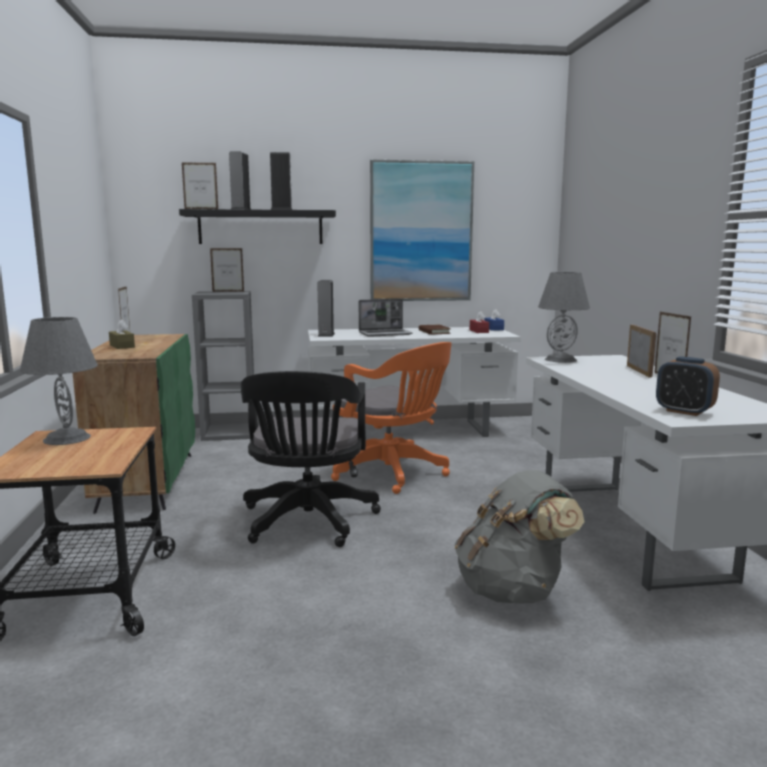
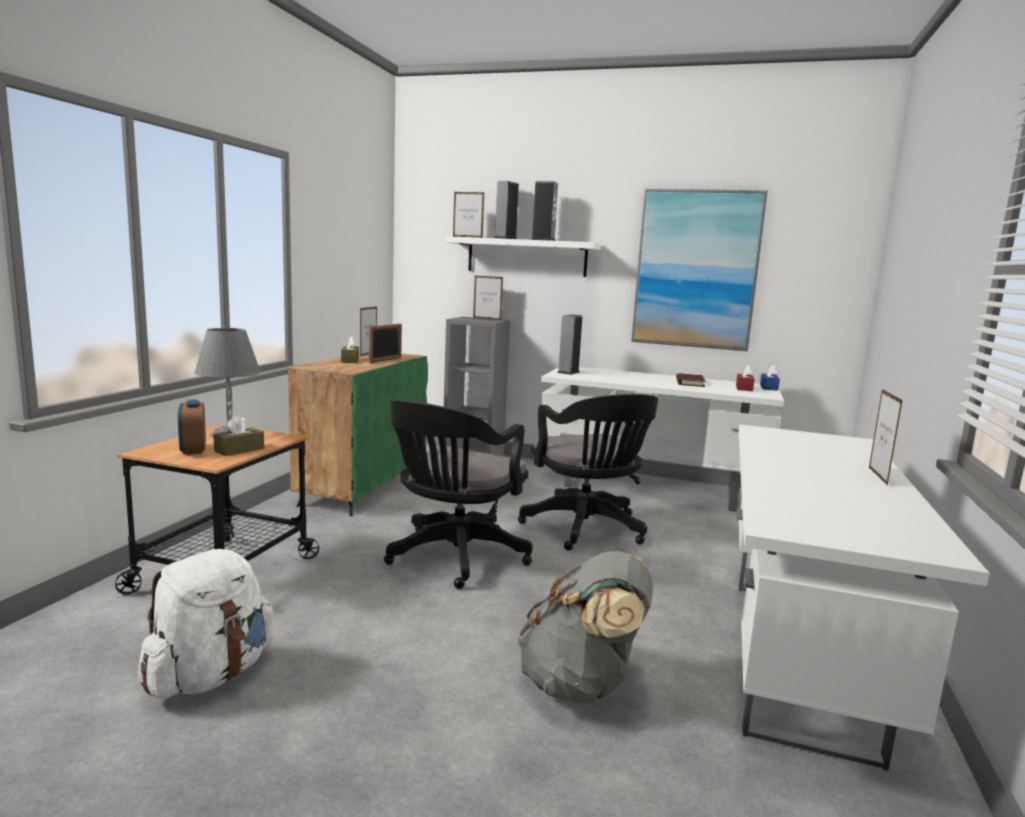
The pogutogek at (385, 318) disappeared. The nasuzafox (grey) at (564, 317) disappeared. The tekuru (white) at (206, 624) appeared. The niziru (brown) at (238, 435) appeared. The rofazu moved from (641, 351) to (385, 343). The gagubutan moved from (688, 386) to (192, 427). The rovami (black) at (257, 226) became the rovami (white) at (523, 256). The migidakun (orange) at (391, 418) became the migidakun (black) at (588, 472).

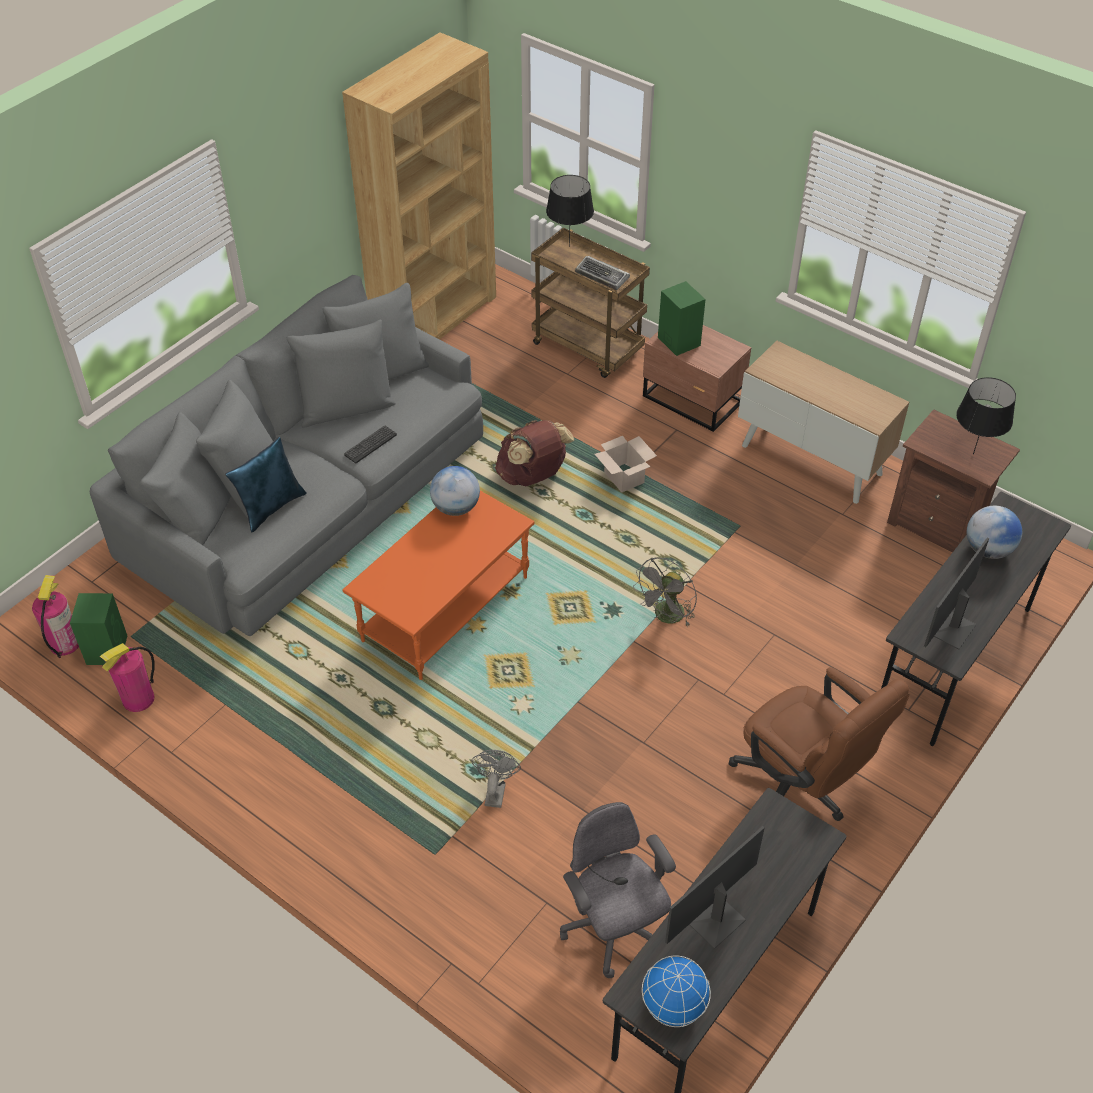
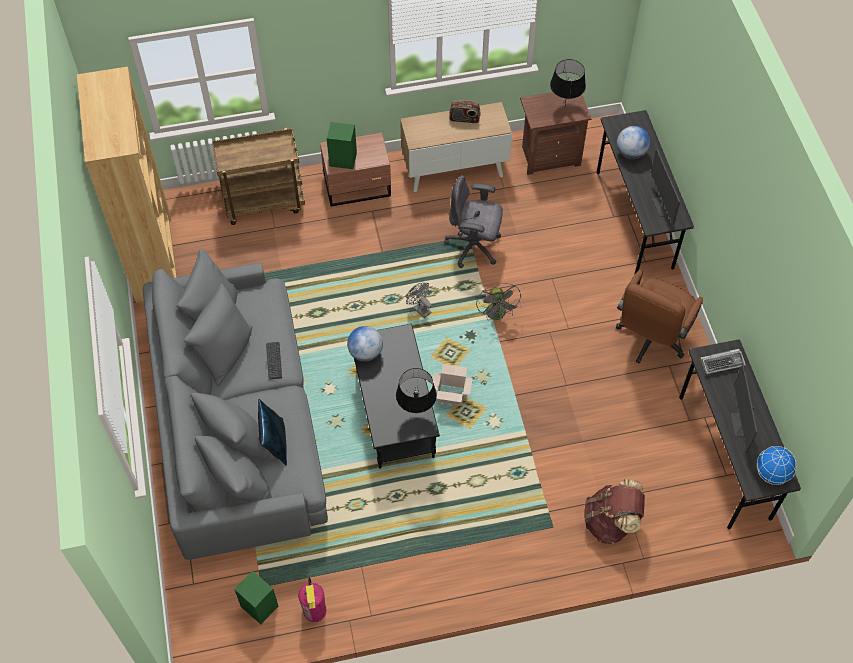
The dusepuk at (55, 616) disappeared. The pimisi at (465, 111) appeared. The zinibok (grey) moved from (496, 779) to (419, 300). The tekuru (brown) moved from (534, 453) to (614, 511). The nasuzafox (black) moved from (570, 211) to (416, 390). The migidakun (grey) moved from (618, 890) to (473, 222). The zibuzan moved from (602, 273) to (722, 362). The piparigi moved from (625, 464) to (452, 385). The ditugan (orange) at (439, 585) became the ditugan (black) at (397, 396). The migidakun (brown) at (819, 744) turned 120 degrees clockwise.

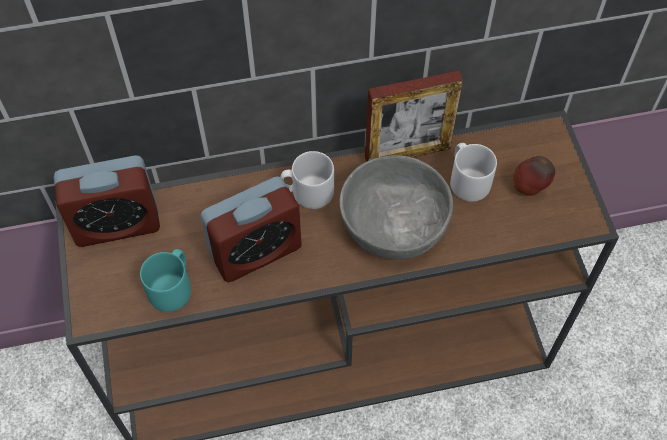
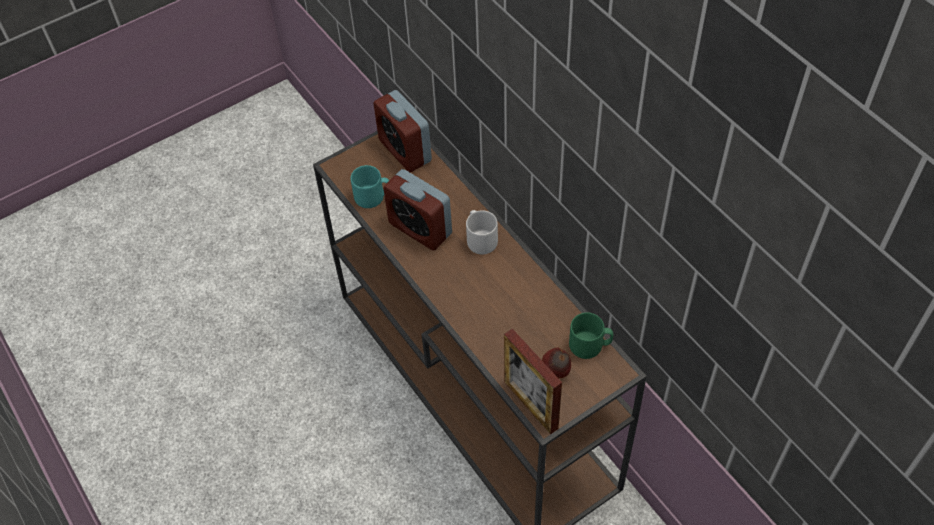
The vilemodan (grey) at (396, 207) disappeared. The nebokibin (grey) at (473, 172) disappeared. The nebokibin (green) at (591, 335) appeared. The rofazu moved from (414, 116) to (533, 381).

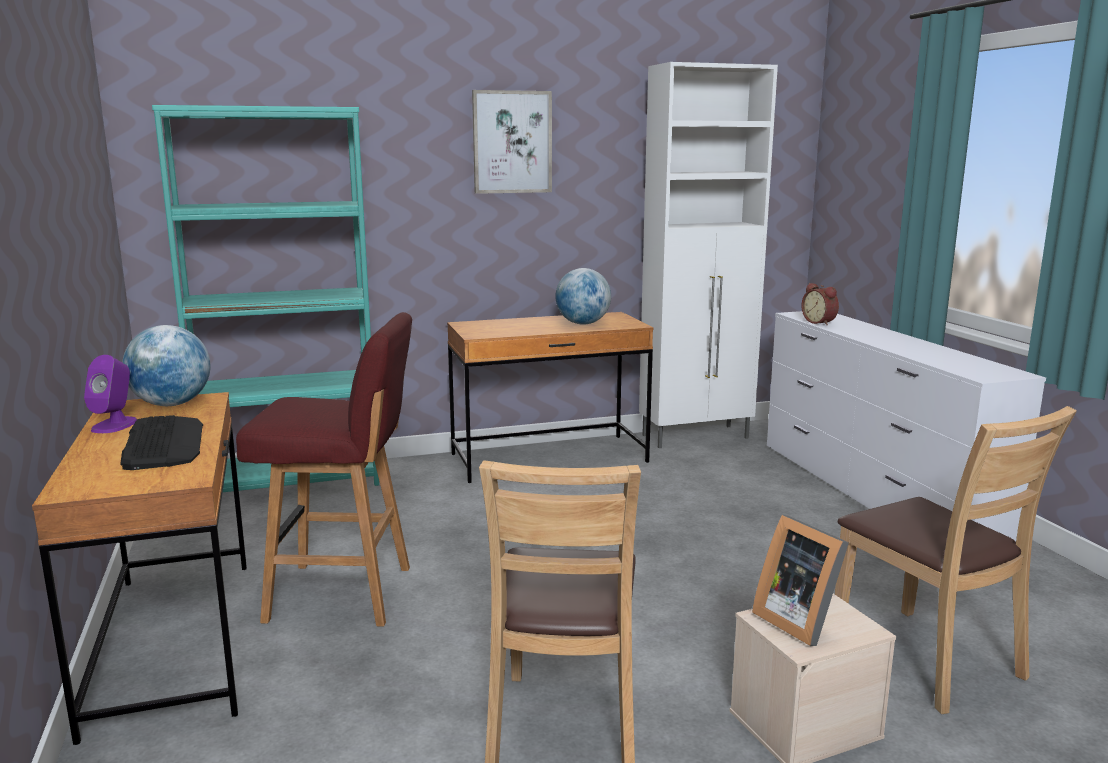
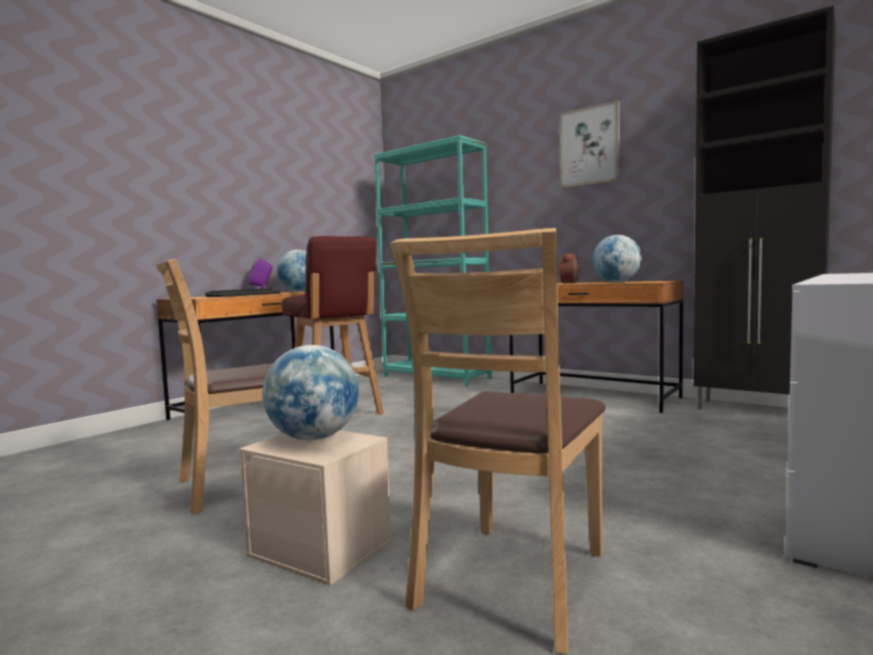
The gagubutan moved from (820, 304) to (570, 268). The rofazu at (800, 580) was replaced by the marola at (310, 392). The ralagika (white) at (708, 255) became the ralagika (black) at (765, 208).

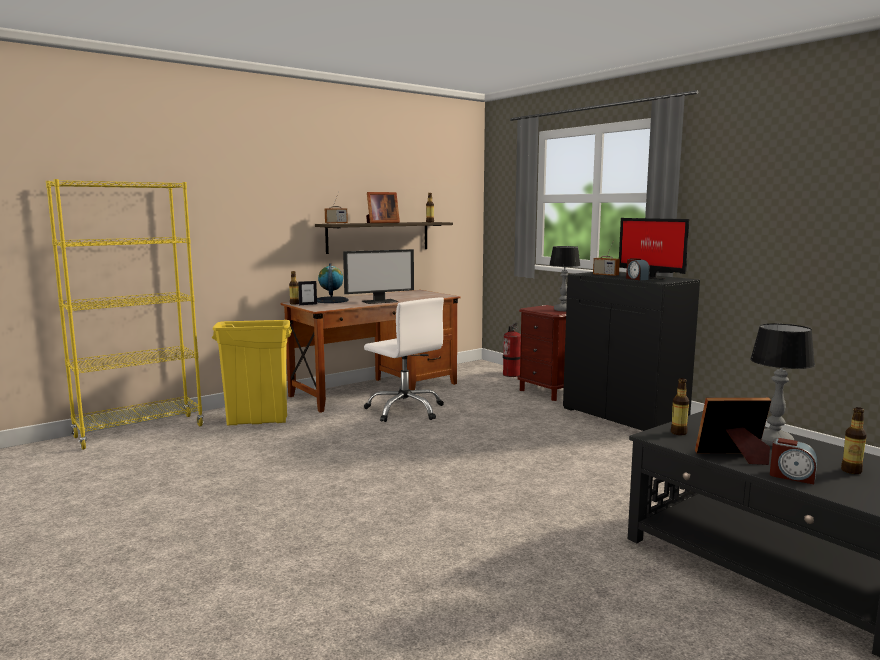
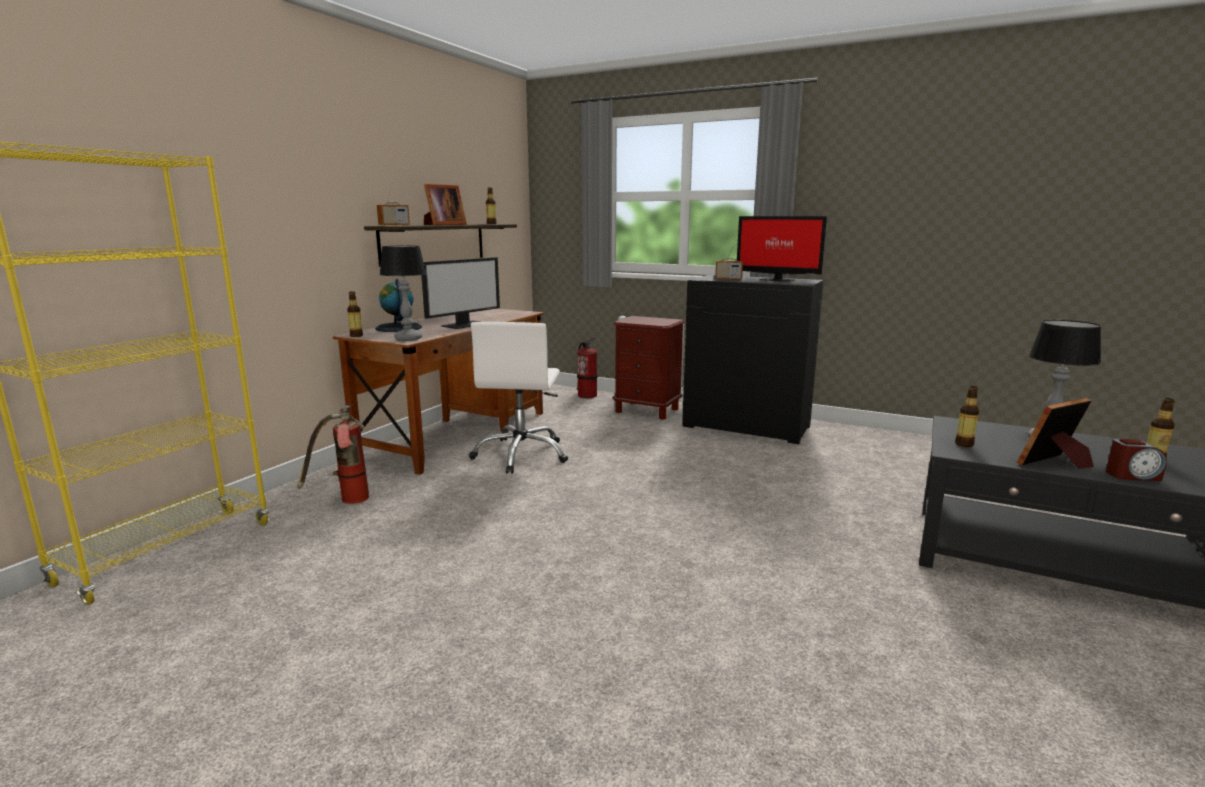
The rofazu at (307, 293) disappeared. The gagubutan at (638, 269) disappeared. The nasuzafox moved from (565, 278) to (403, 293). The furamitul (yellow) at (252, 372) was replaced by the dusepuk at (333, 454). The migidakun (white) at (404, 359) turned 75 degrees clockwise.

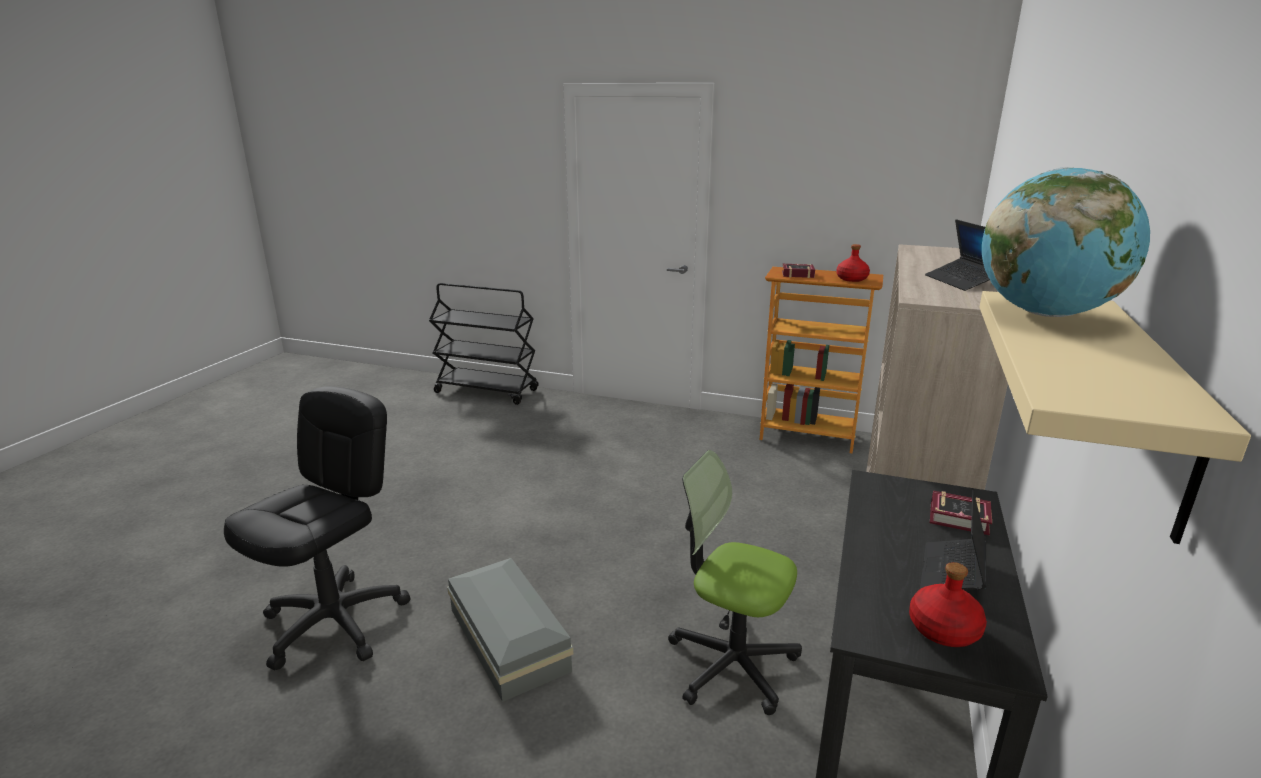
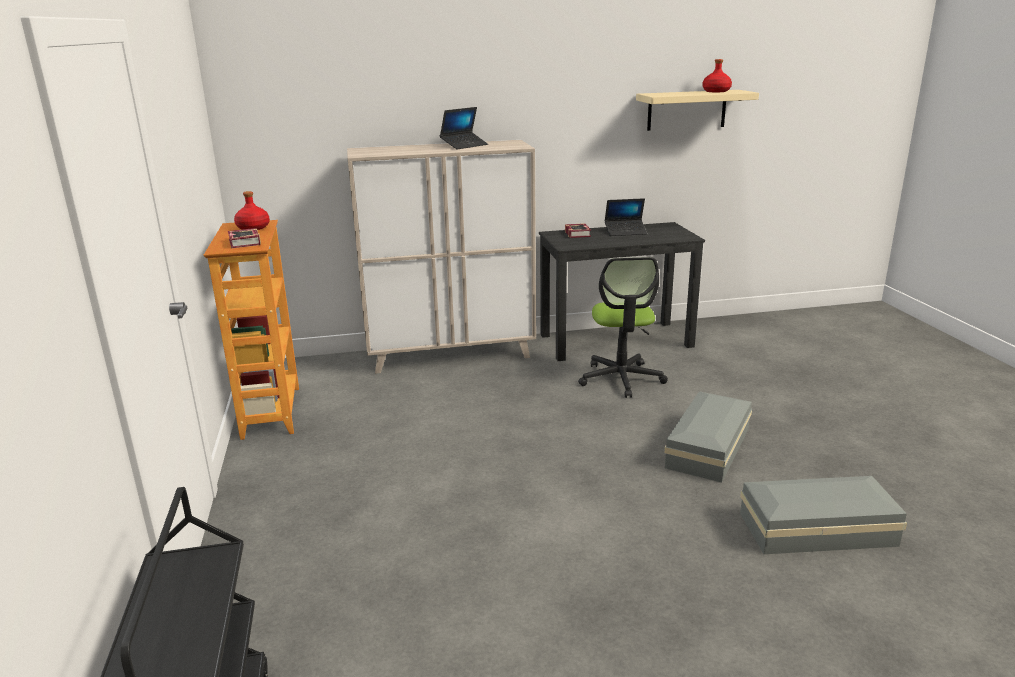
The marola at (1066, 242) disappeared. The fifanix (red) moved from (948, 604) to (717, 75). The migidakun (black) at (317, 528) was replaced by the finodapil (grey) at (823, 515).

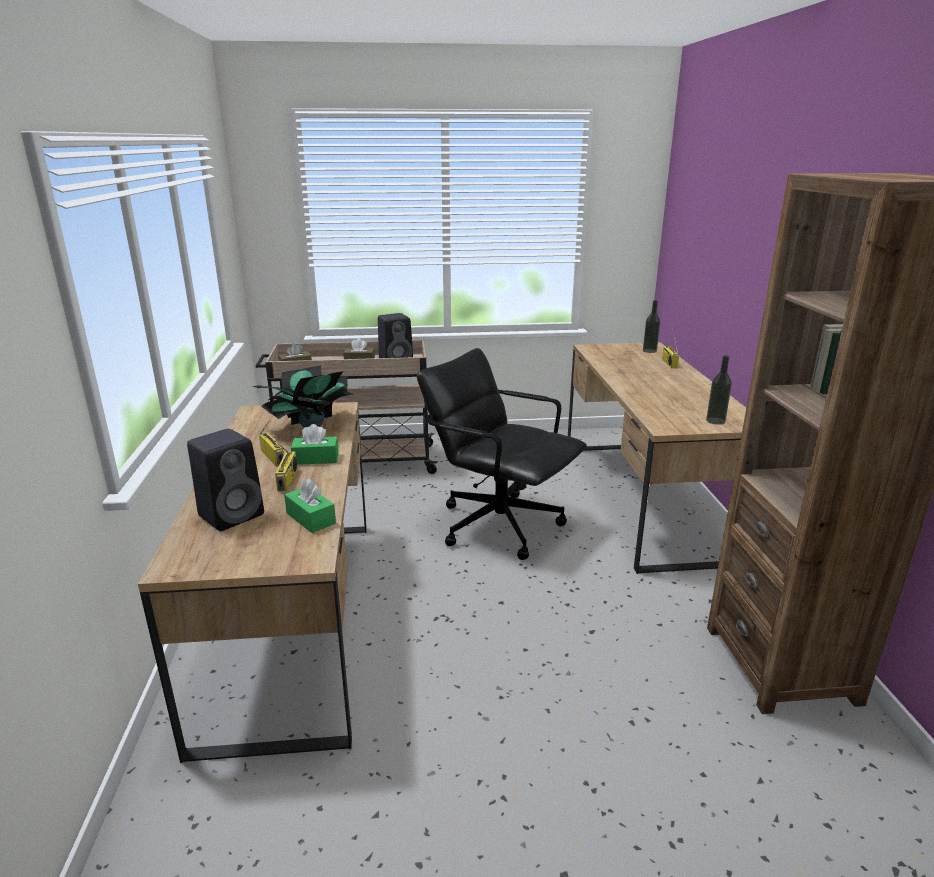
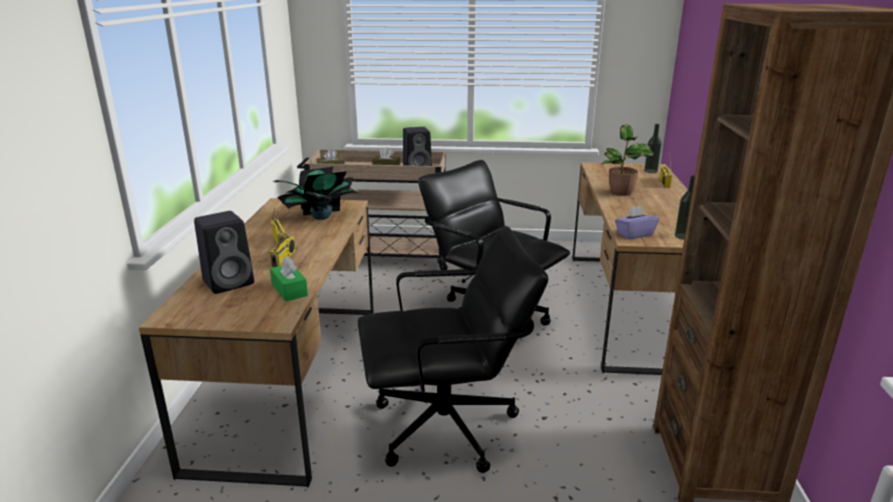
The niziru (green) at (315, 444) disappeared. The migidakun (black) at (453, 349) appeared. The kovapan at (628, 160) appeared. The niziru (purple) at (637, 222) appeared.

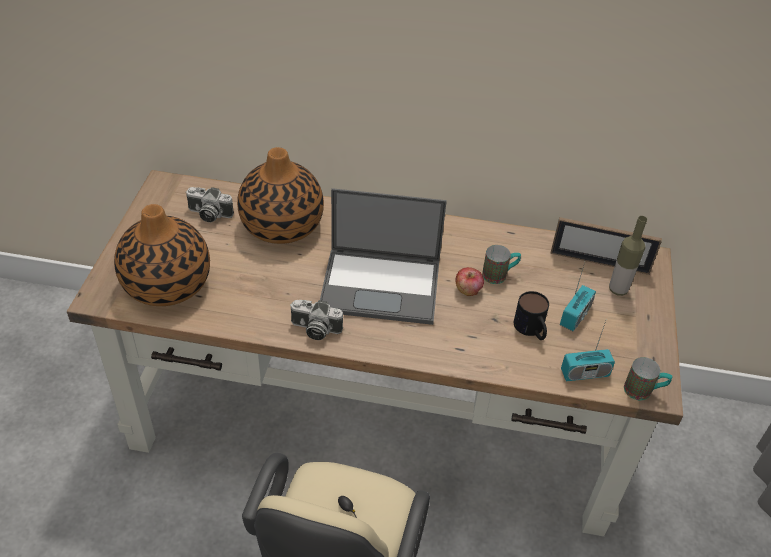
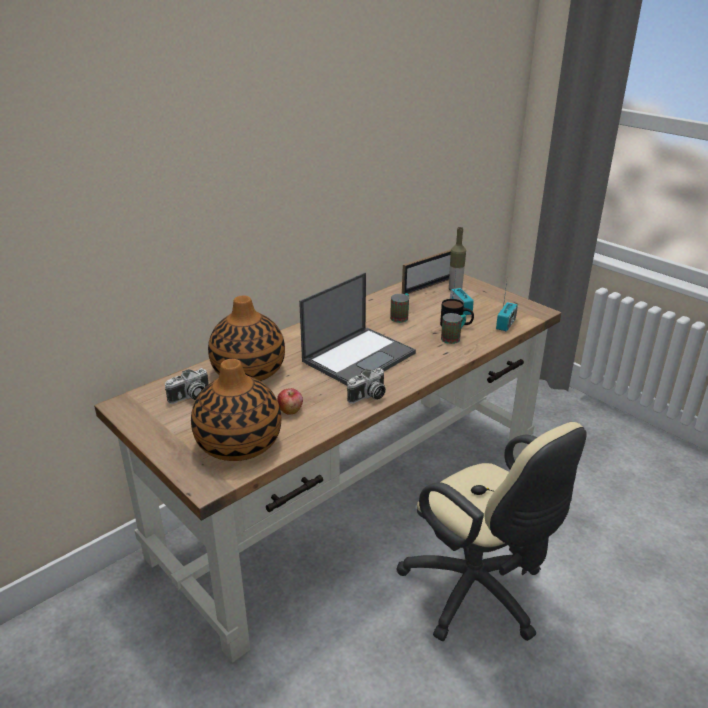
The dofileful moved from (469, 281) to (290, 401). The nebokibin moved from (648, 378) to (453, 328).

